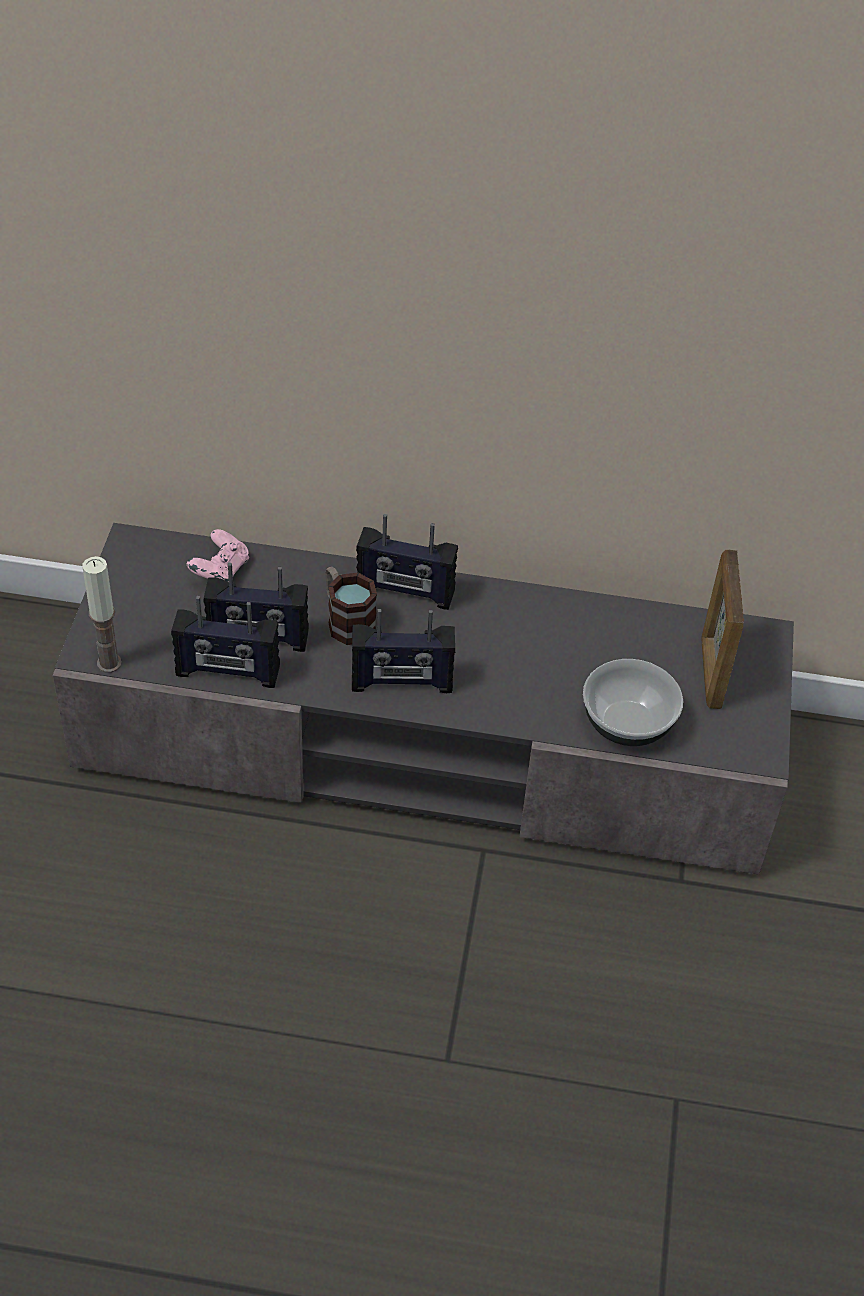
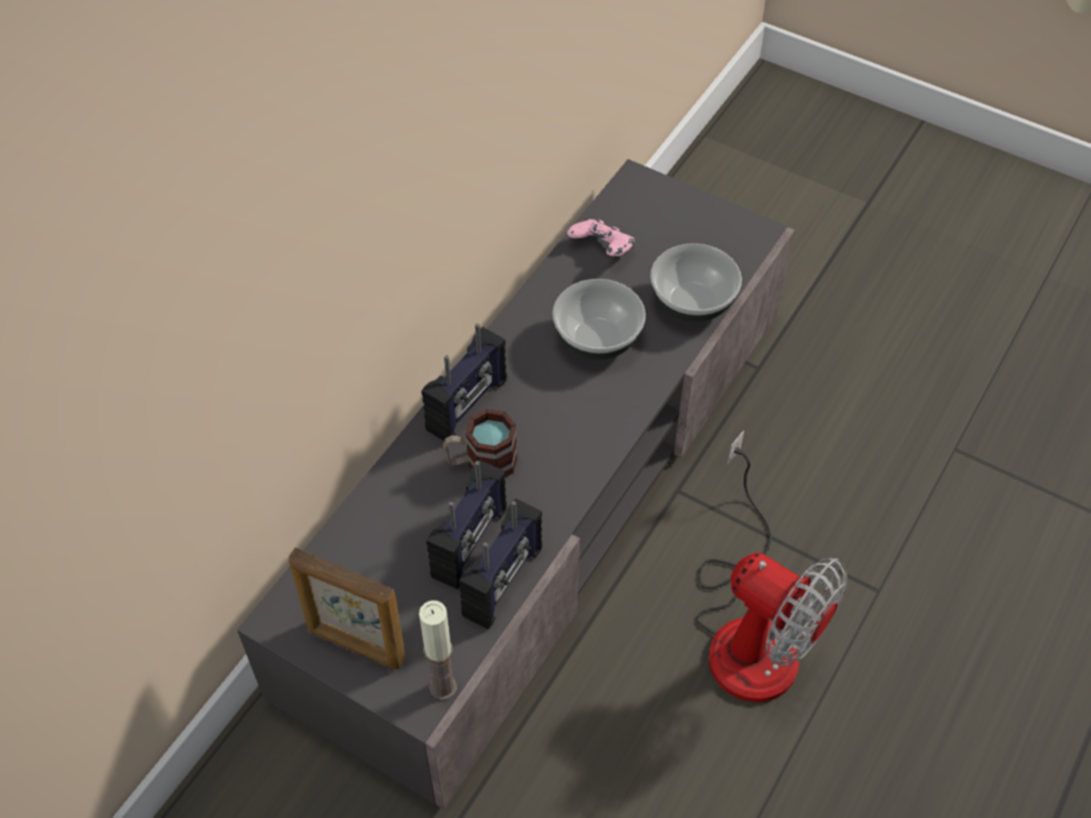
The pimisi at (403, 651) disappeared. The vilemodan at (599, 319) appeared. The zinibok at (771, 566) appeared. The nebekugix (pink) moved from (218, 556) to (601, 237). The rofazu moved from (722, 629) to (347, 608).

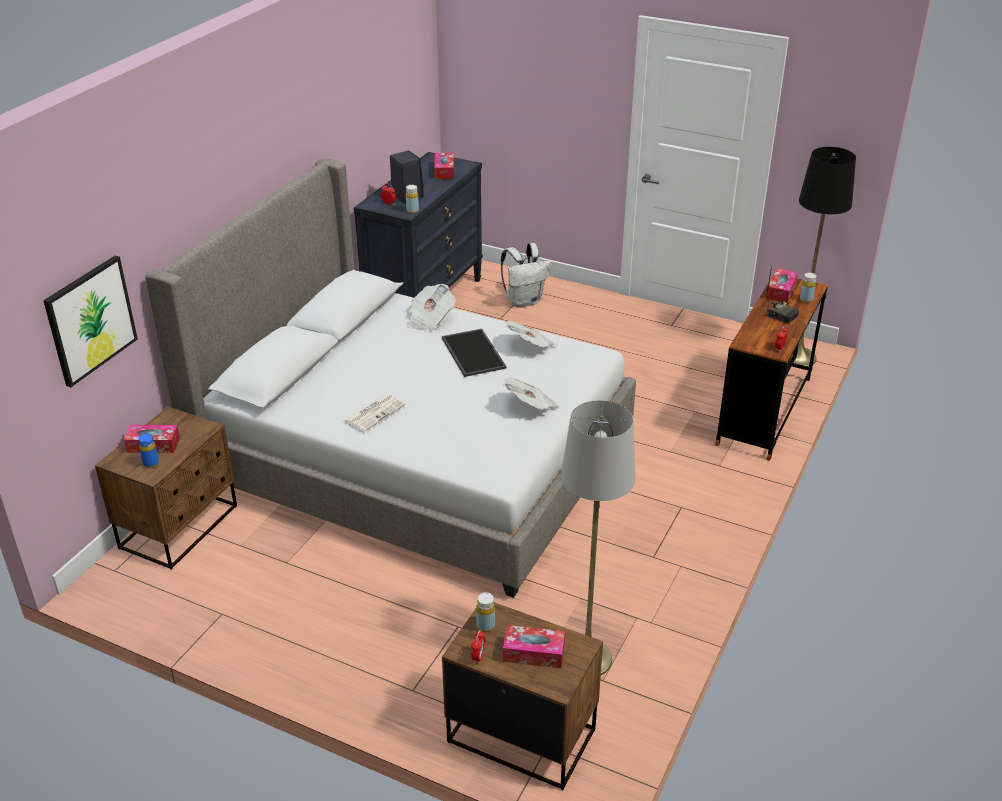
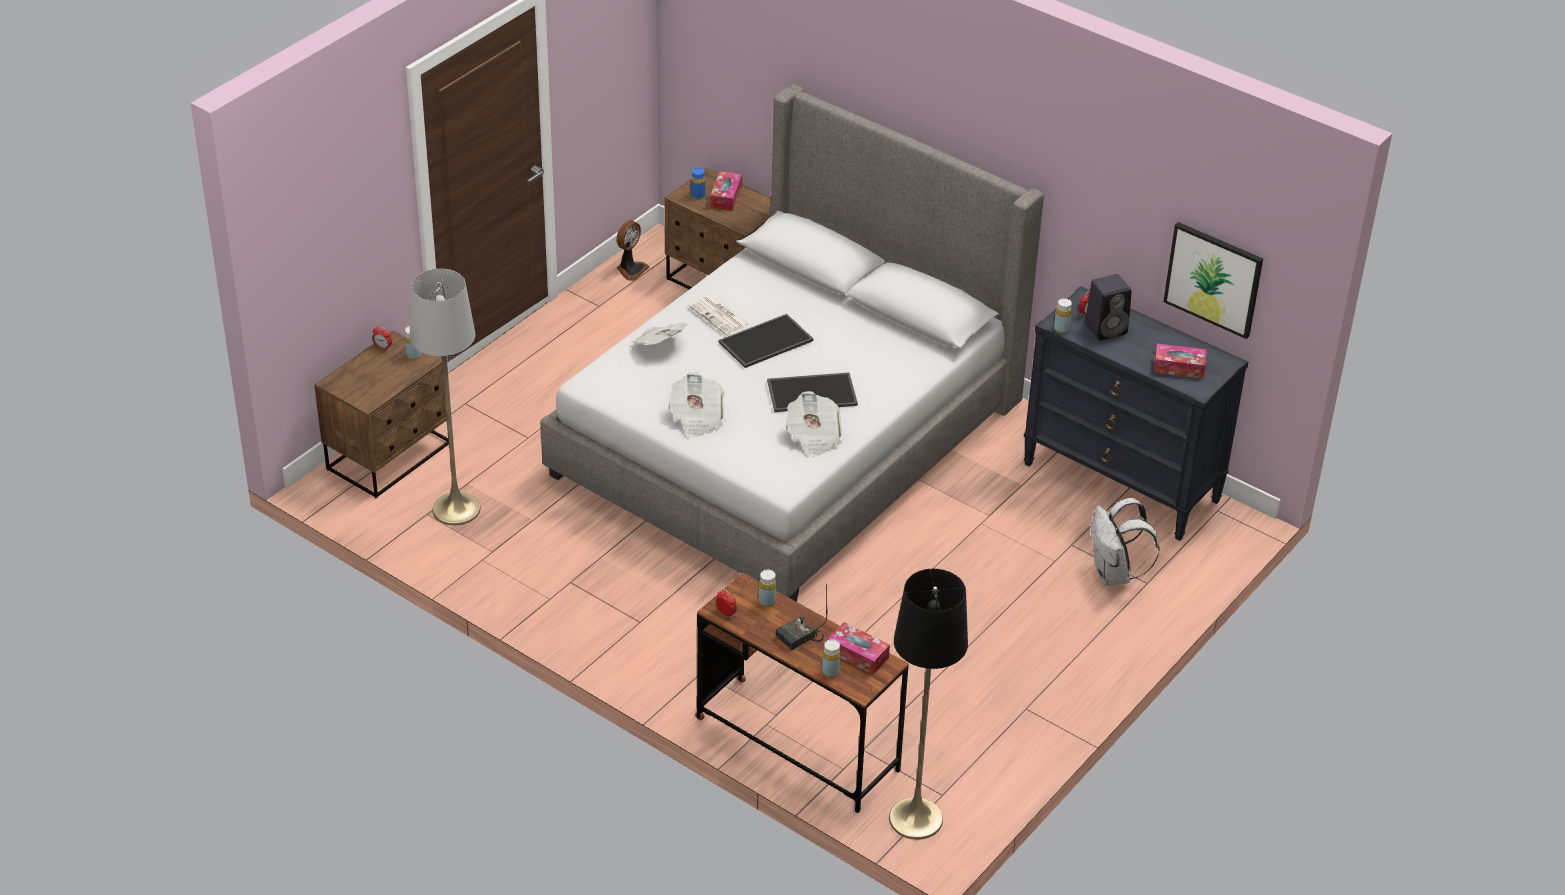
The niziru at (534, 646) disappeared. The zinibok at (633, 250) appeared. The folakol at (766, 341) appeared. The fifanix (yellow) at (767, 588) appeared. The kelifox moved from (90, 321) to (1213, 280). The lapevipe moved from (431, 307) to (660, 334).

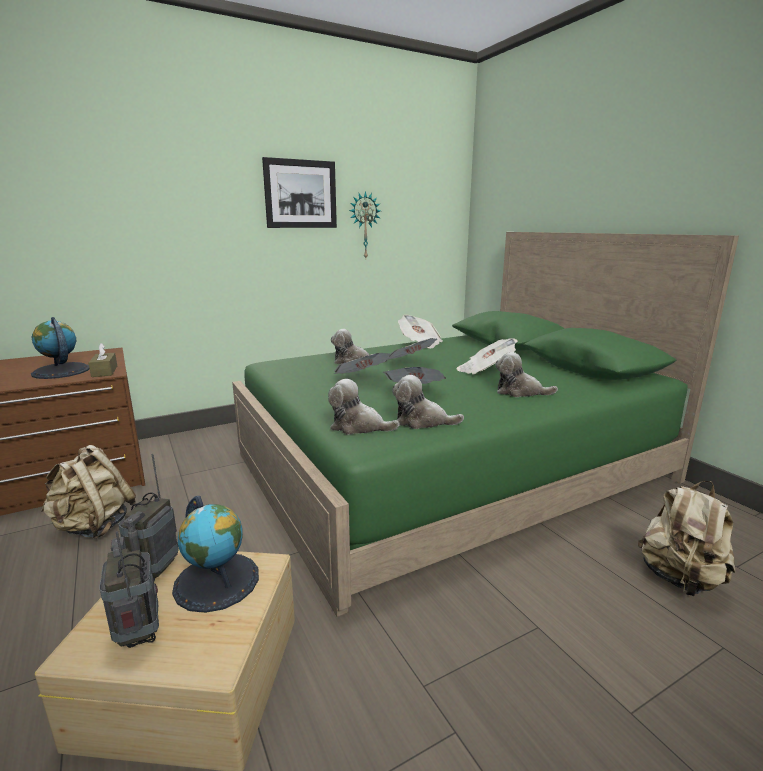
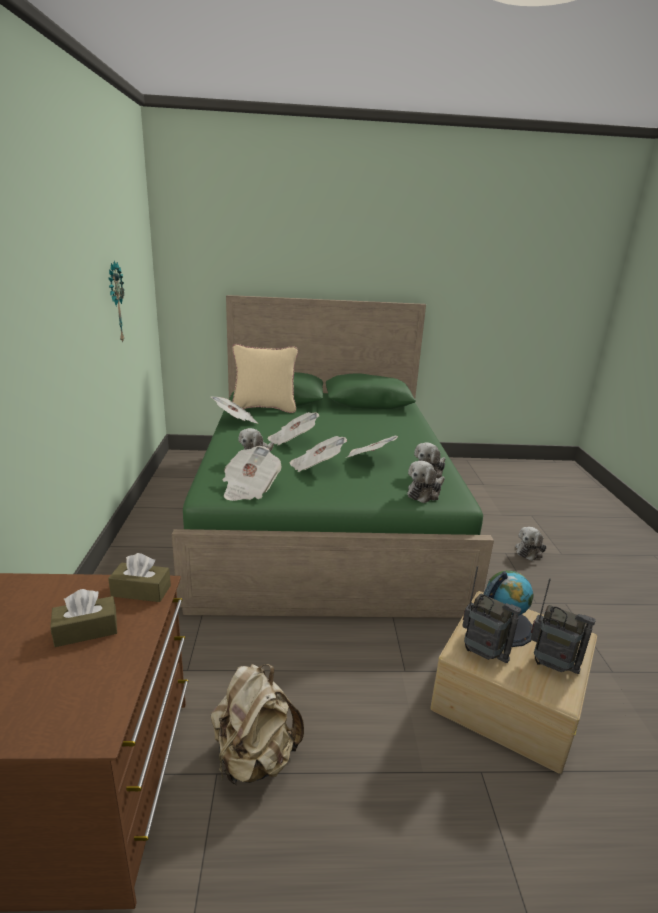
The kelifox at (299, 192) disappeared. The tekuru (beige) at (686, 538) disappeared. The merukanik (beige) at (265, 378) appeared. The lapevipe moved from (487, 356) to (252, 473). The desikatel moved from (526, 374) to (531, 544). The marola at (60, 348) was replaced by the niziru (brown) at (83, 618). The pimisi at (129, 589) turned 150 degrees counterclockwise.

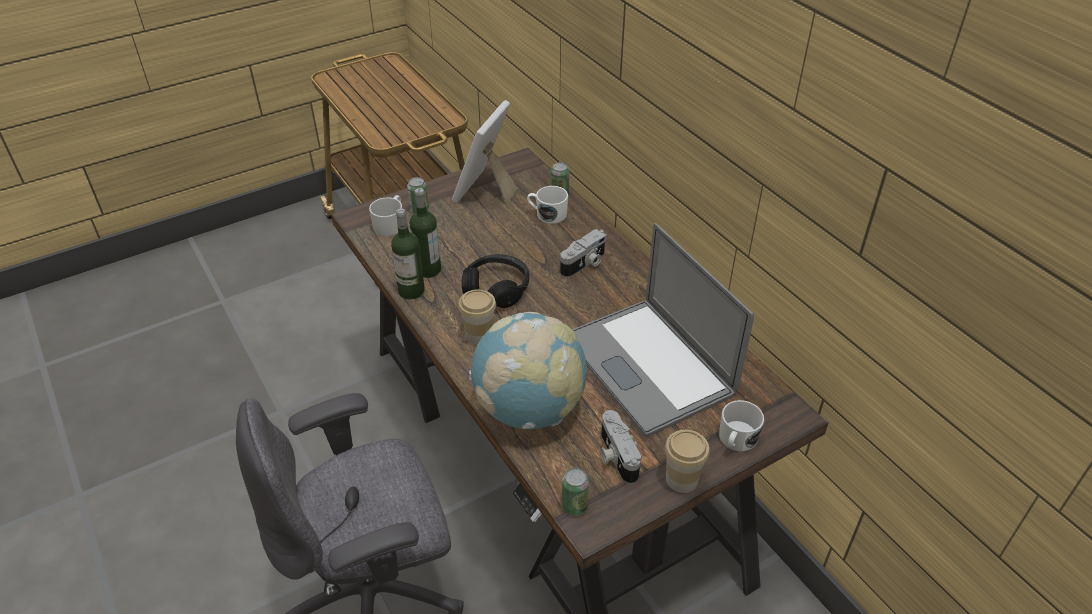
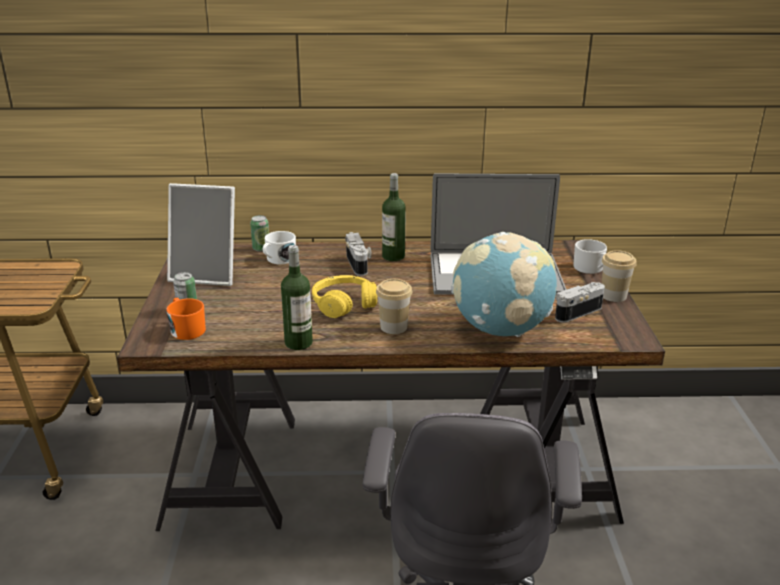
The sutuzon at (575, 492) disappeared. The fifanix moved from (425, 233) to (394, 217). The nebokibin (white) at (385, 215) became the nebokibin (orange) at (186, 319). The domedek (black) at (495, 281) became the domedek (yellow) at (344, 296). The rofazu at (485, 152) turned 45 degrees counterclockwise. The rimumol at (620, 447) turned 135 degrees clockwise.

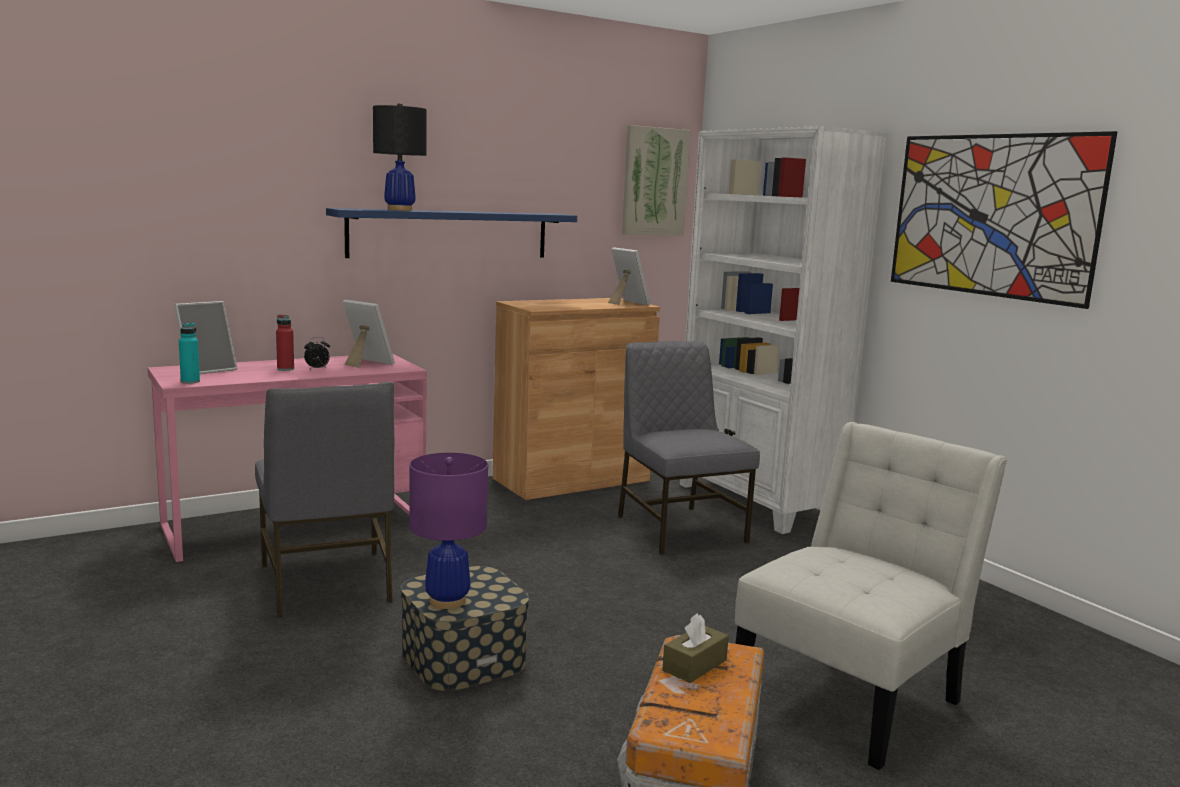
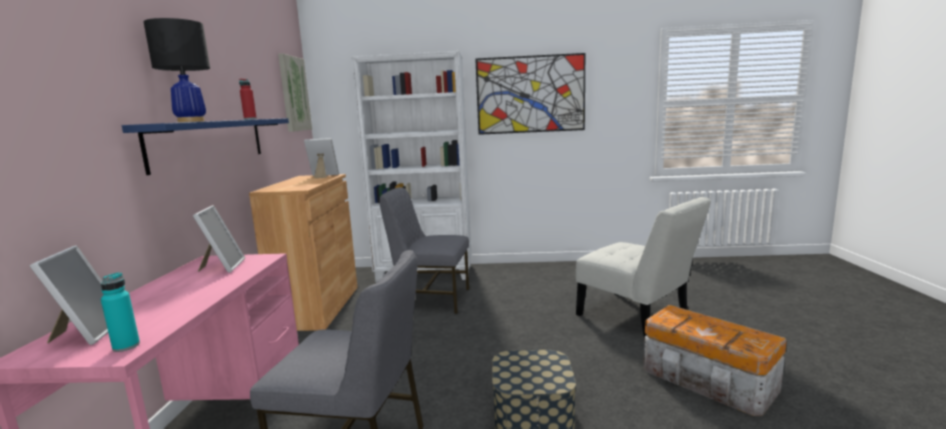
The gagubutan at (317, 353) disappeared. The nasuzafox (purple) at (448, 531) disappeared. The niziru (brown) at (695, 648) disappeared. The fifanix (red) moved from (285, 342) to (248, 99). The rofazu at (369, 334) turned 105 degrees clockwise. The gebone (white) at (871, 596) turned 150 degrees clockwise.

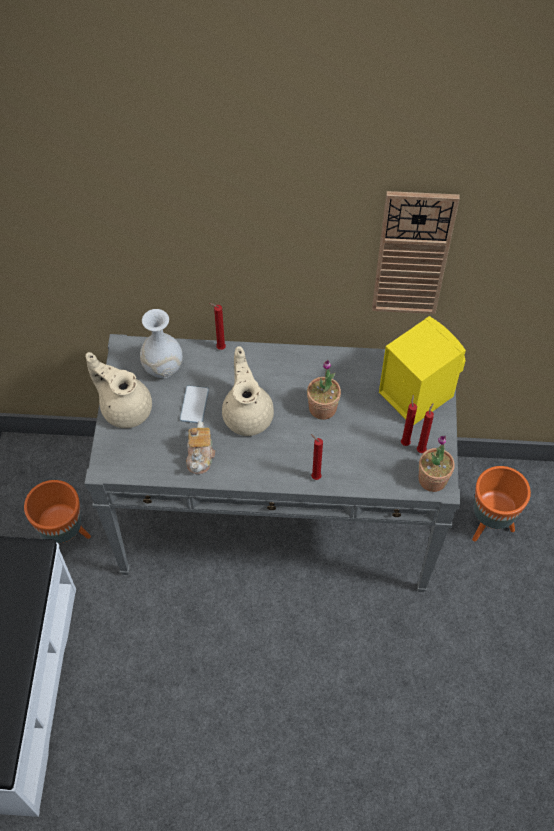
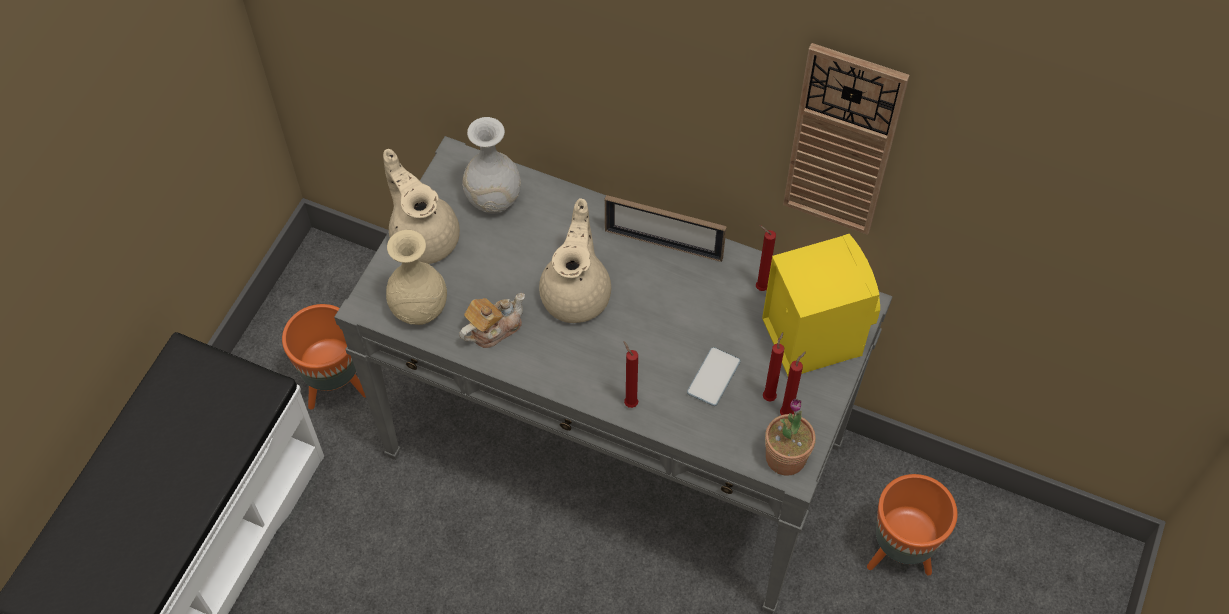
The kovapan at (324, 390) disappeared. The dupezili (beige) at (416, 277) appeared. The rofazu at (666, 228) appeared. The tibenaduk moved from (194, 404) to (714, 376). The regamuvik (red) moved from (217, 326) to (766, 258). The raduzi at (200, 447) turned 150 degrees counterclockwise.

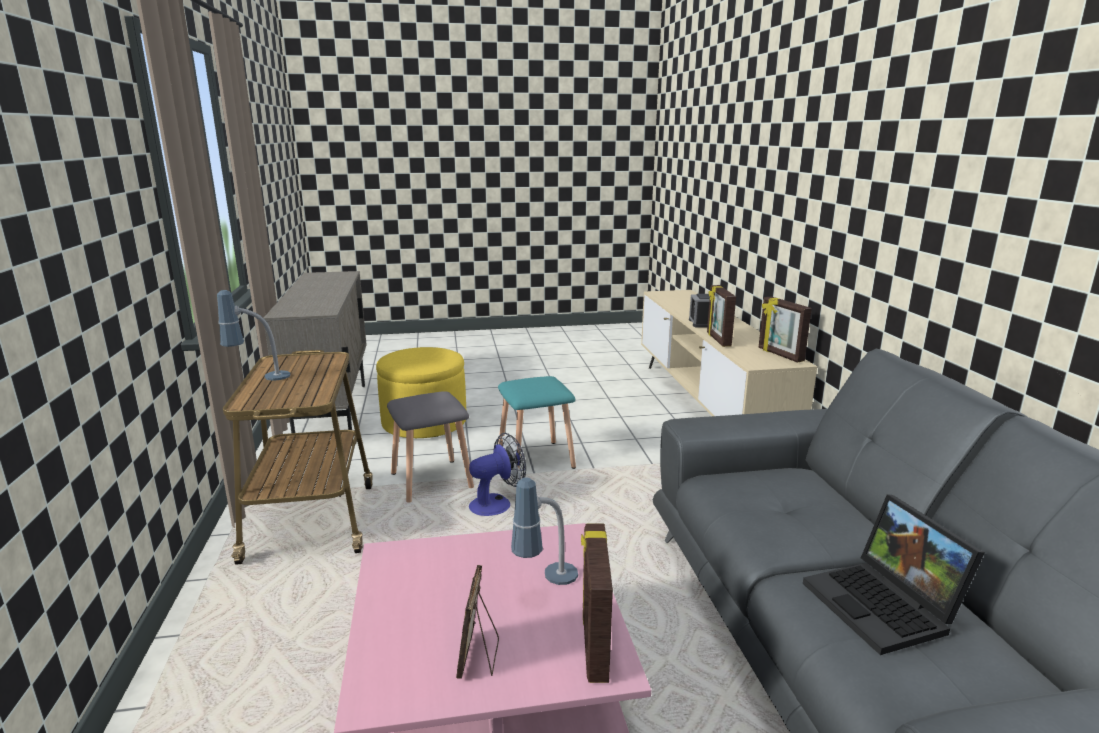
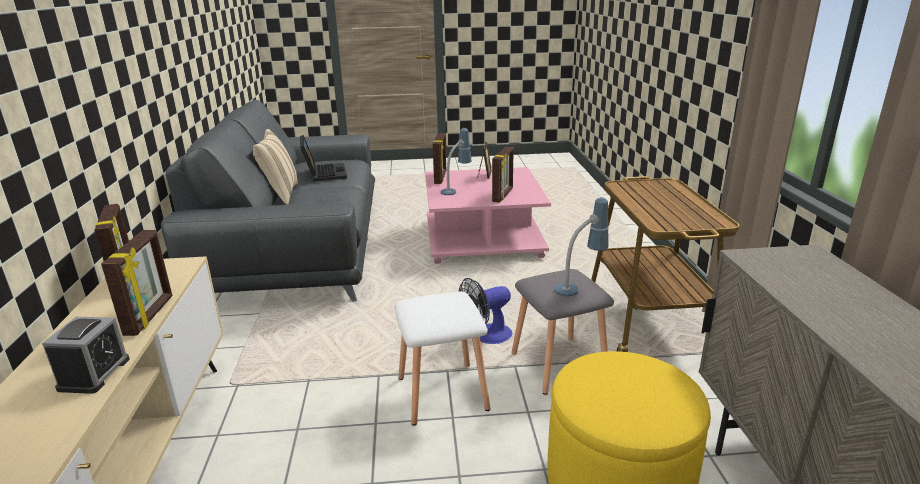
The merukanik (beige) at (275, 167) appeared. The rofazu at (503, 175) appeared. The nasuzafox moved from (253, 335) to (581, 246). The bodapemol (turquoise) at (537, 422) became the bodapemol (white) at (442, 359).

